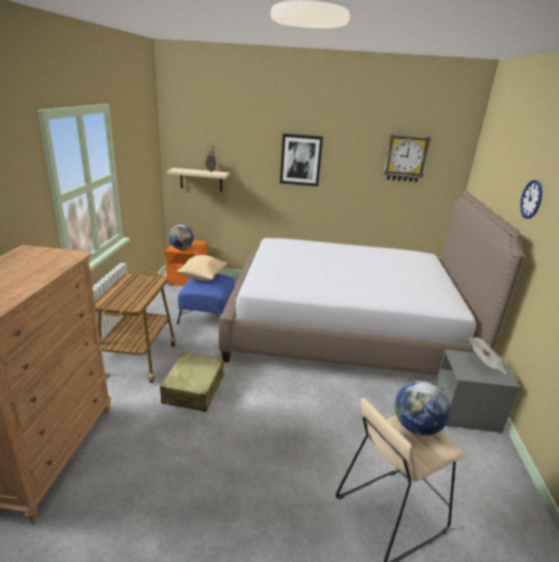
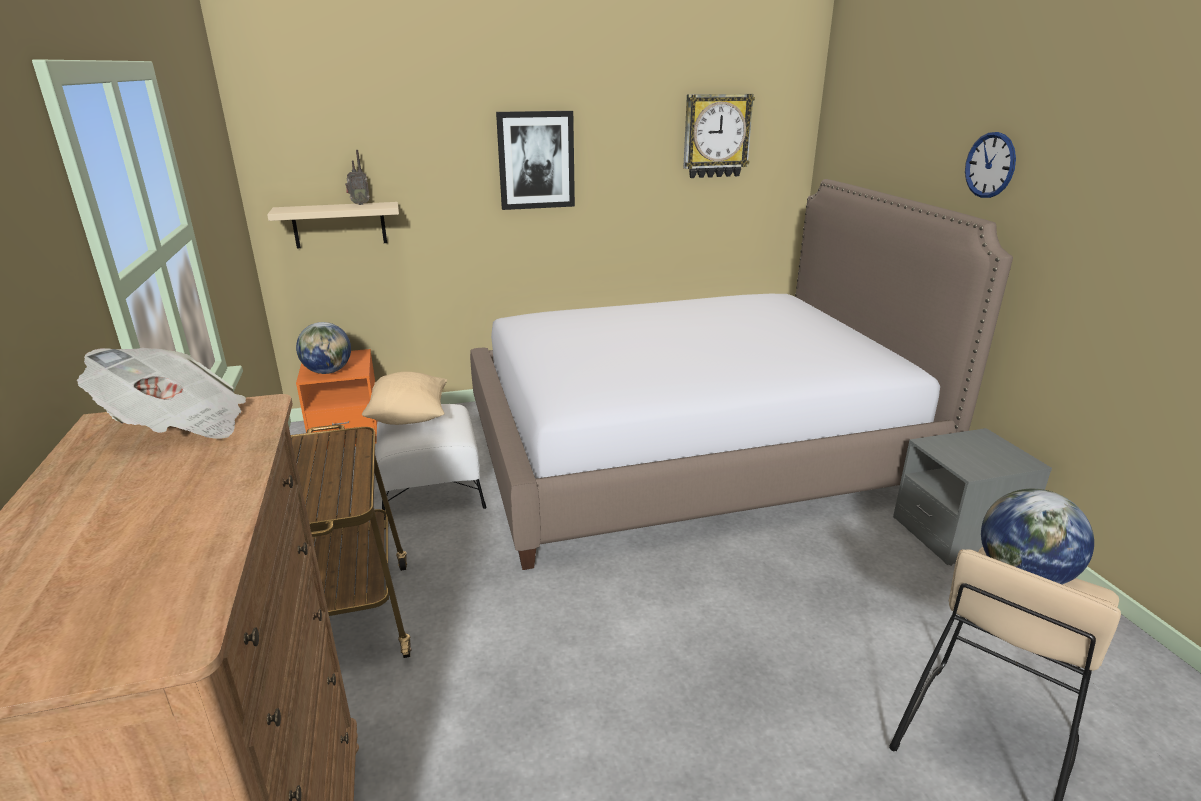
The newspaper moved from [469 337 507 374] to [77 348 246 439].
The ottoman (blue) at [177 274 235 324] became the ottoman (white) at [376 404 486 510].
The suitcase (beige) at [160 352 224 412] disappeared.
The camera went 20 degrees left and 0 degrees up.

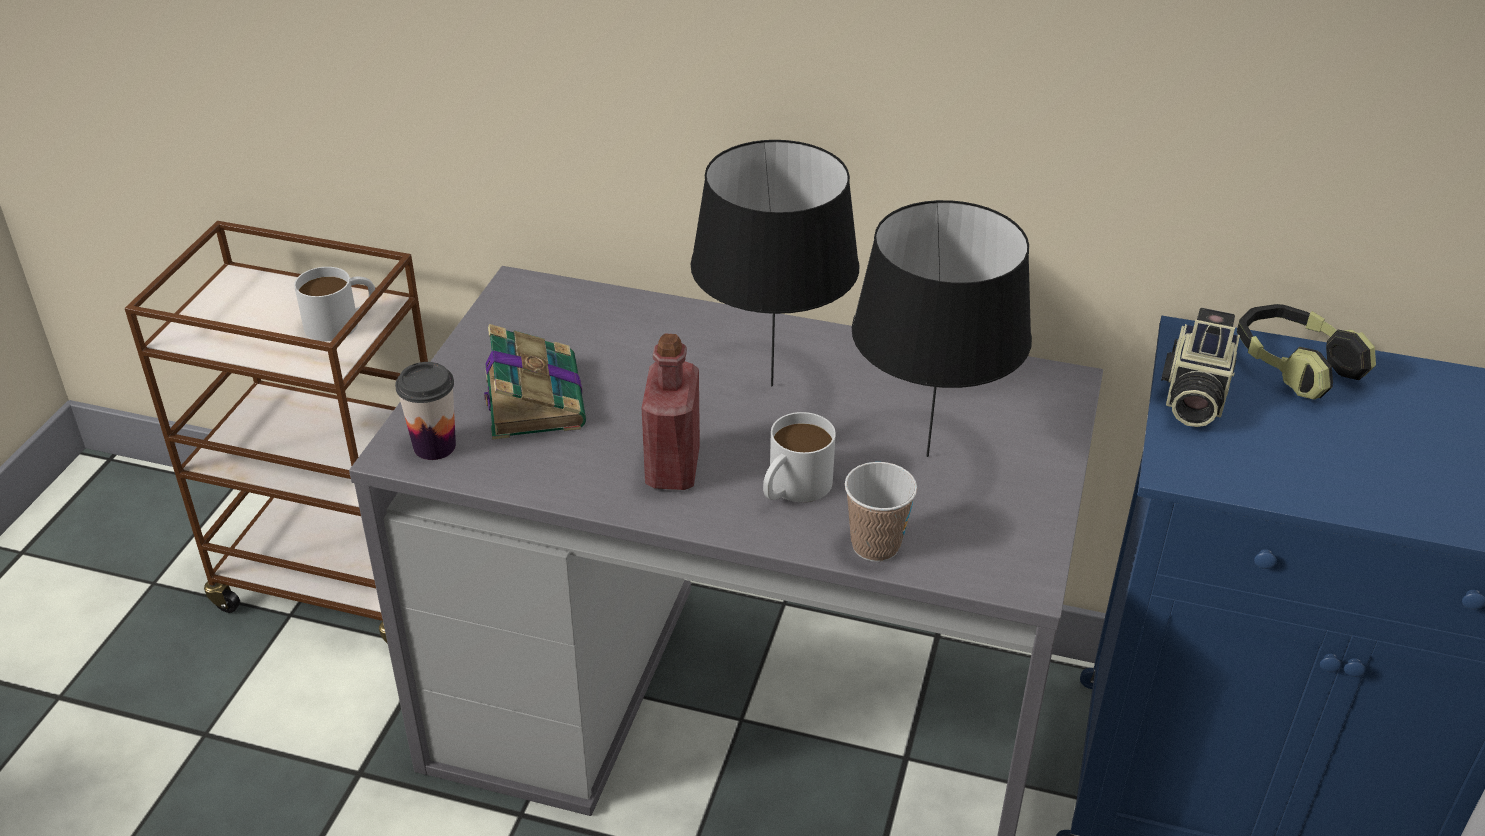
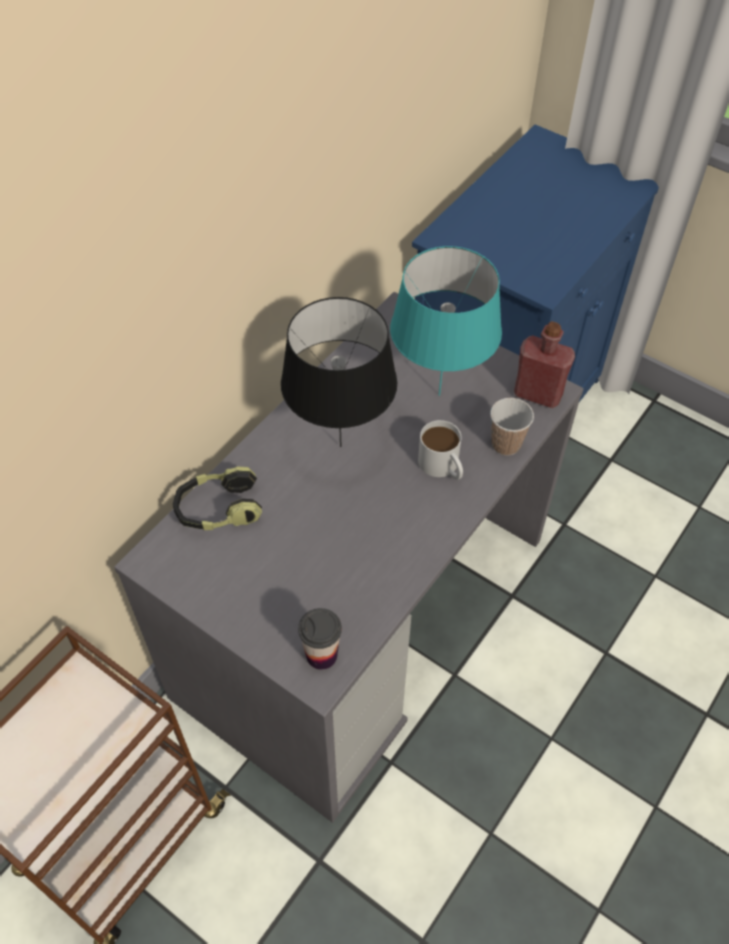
The headphones moved from [1237 304 1376 400] to [173 466 262 530].
The table lamp (black) at [852 200 1032 457] became the table lamp (turquoise) at [390 246 502 396].
The bottle (red) moved from [642 334 700 490] to [514 321 575 408].
The mug (white) at [294 267 375 341] disappeared.
The book at [484 324 586 440] disappeared.
The photo camera at [1161 308 1240 427] disappeared.
The camera went 70 degrees left and 15 degrees up.

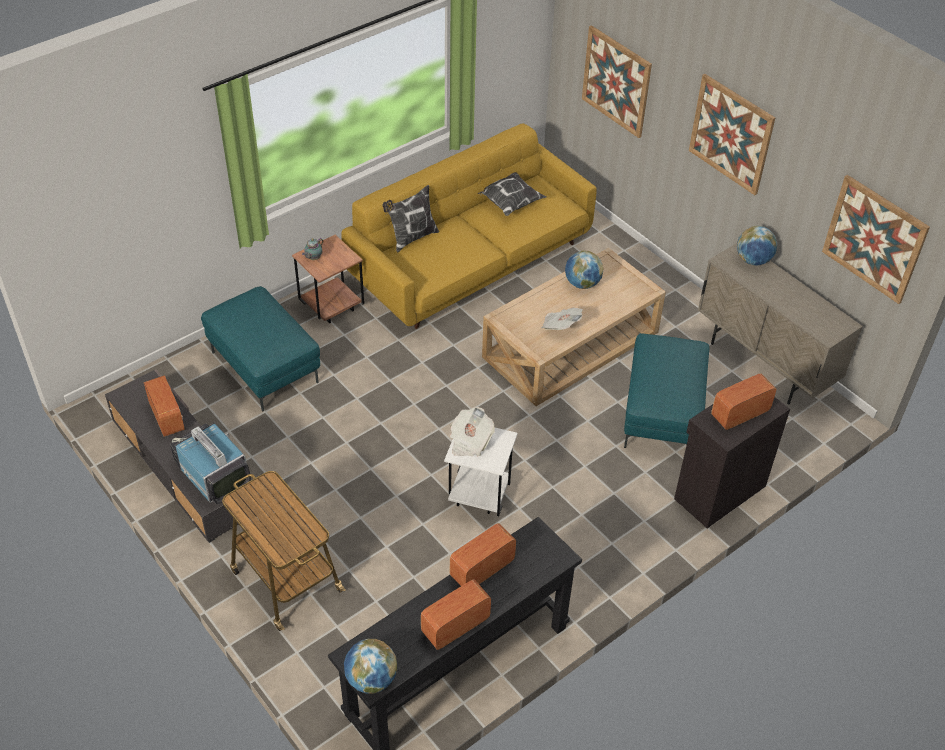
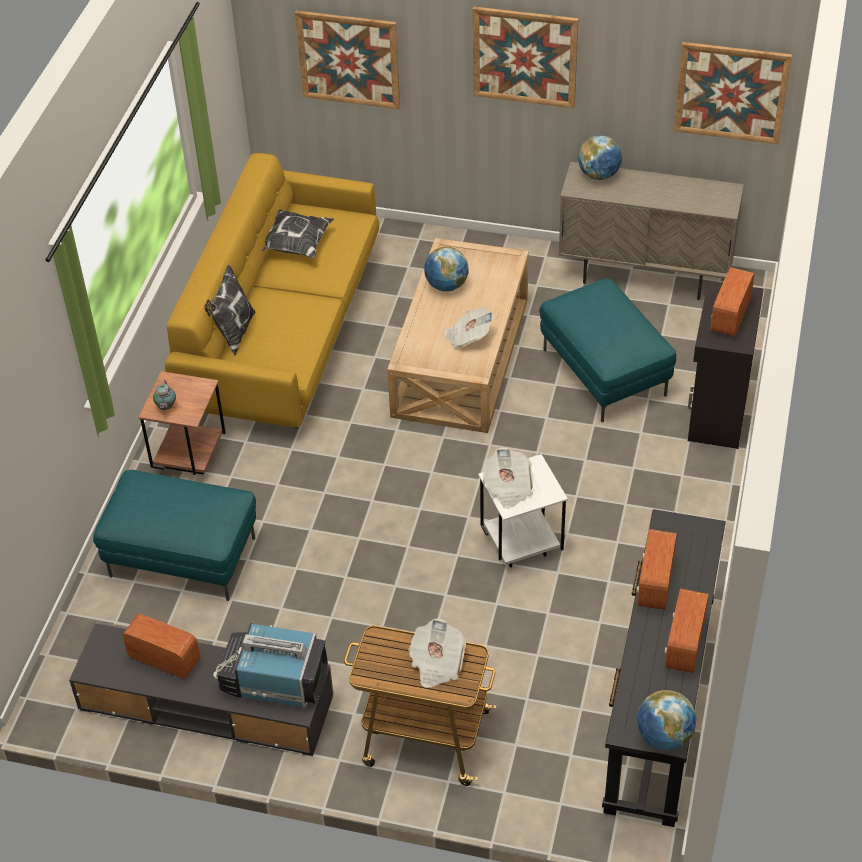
The newspaper at [408 618 466 688] appeared.
The camera went 35 degrees left and 0 degrees up.

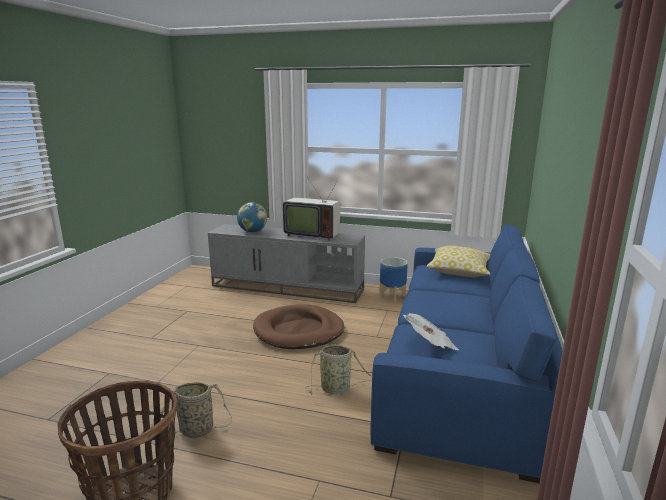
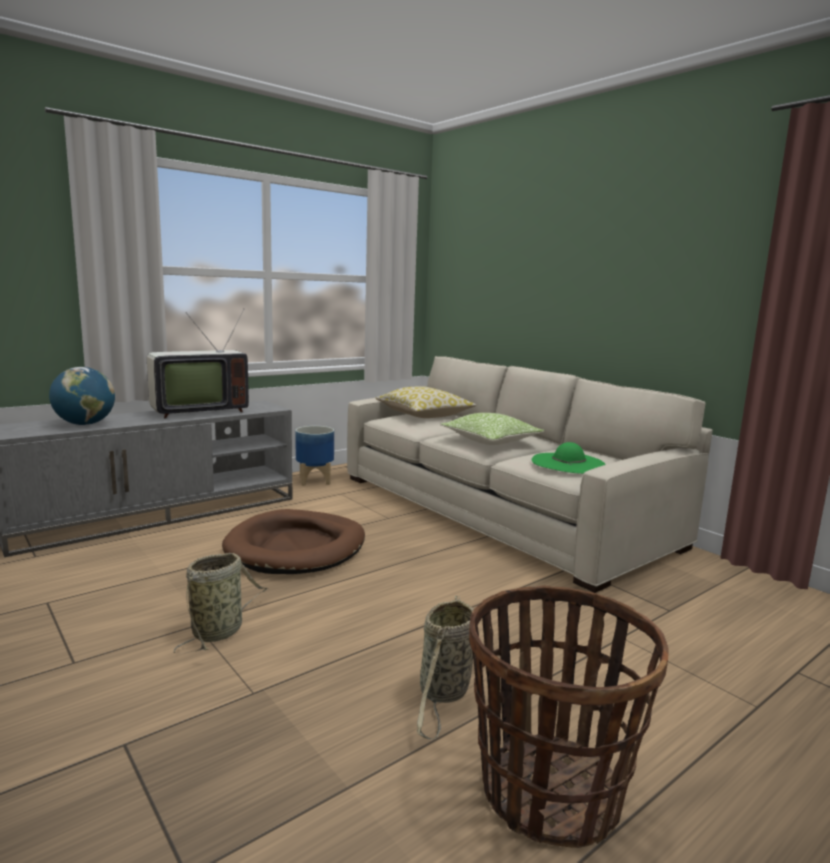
The basket moved from [305 344 371 395] to [174 553 268 654].
The sofa (blue) at [370 224 563 483] became the sofa (beige) at [347 356 713 593].
The pillow at [440 413 544 445] appeared.
The newspaper at [403 313 459 350] was replaced by the hat (green) at [532 442 606 474].
The camera went 55 degrees left and 5 degrees down.

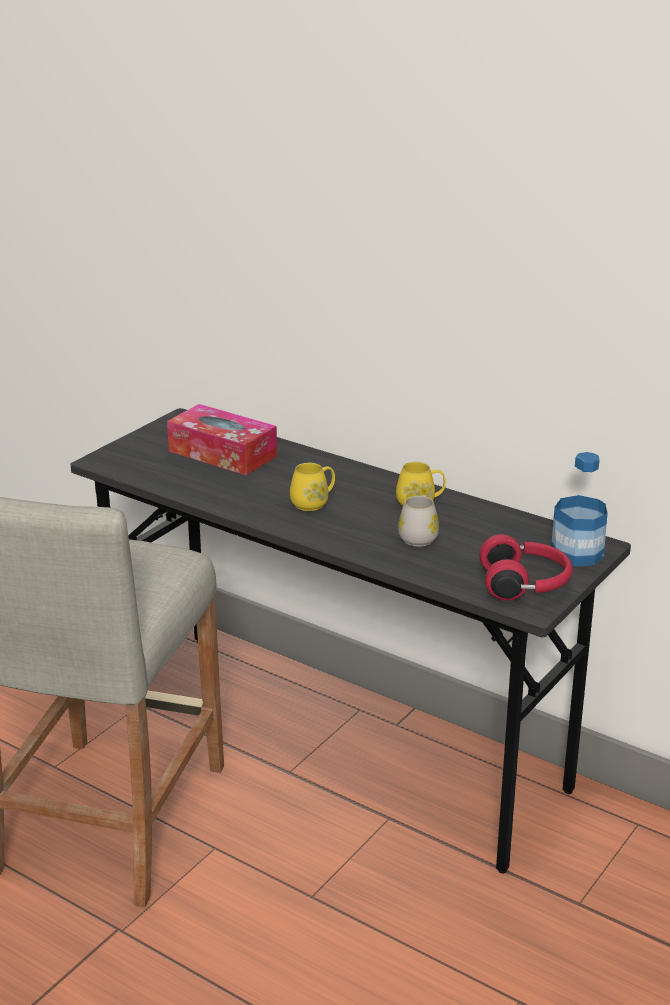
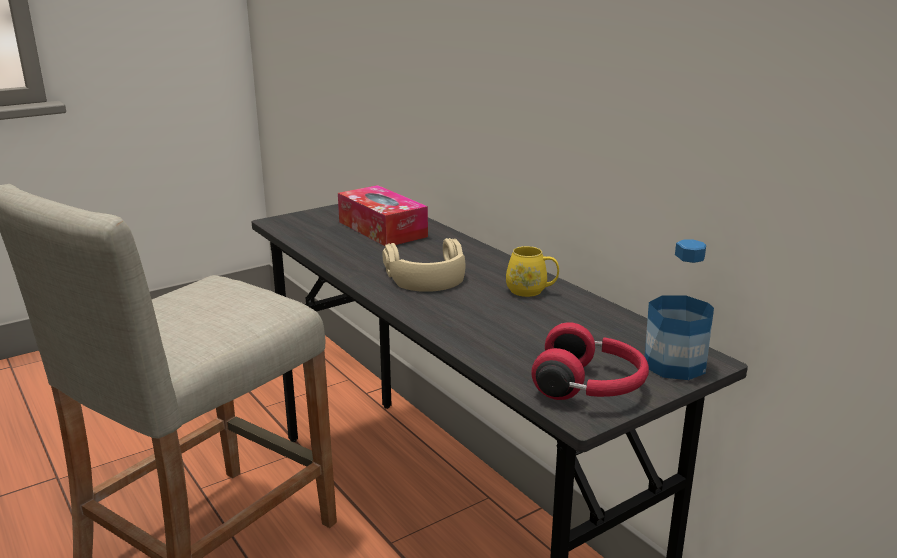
The mug (yellow) at [290 463 335 511] was replaced by the headphones (beige) at [382 238 465 292].
The mug (white) at [398 495 439 547] disappeared.
The camera went 20 degrees right and 5 degrees down.

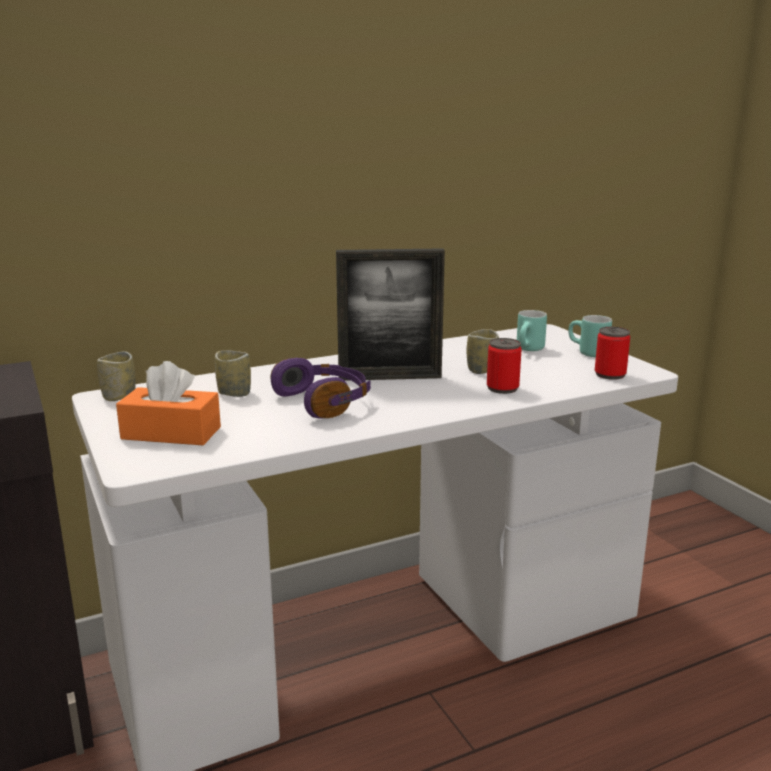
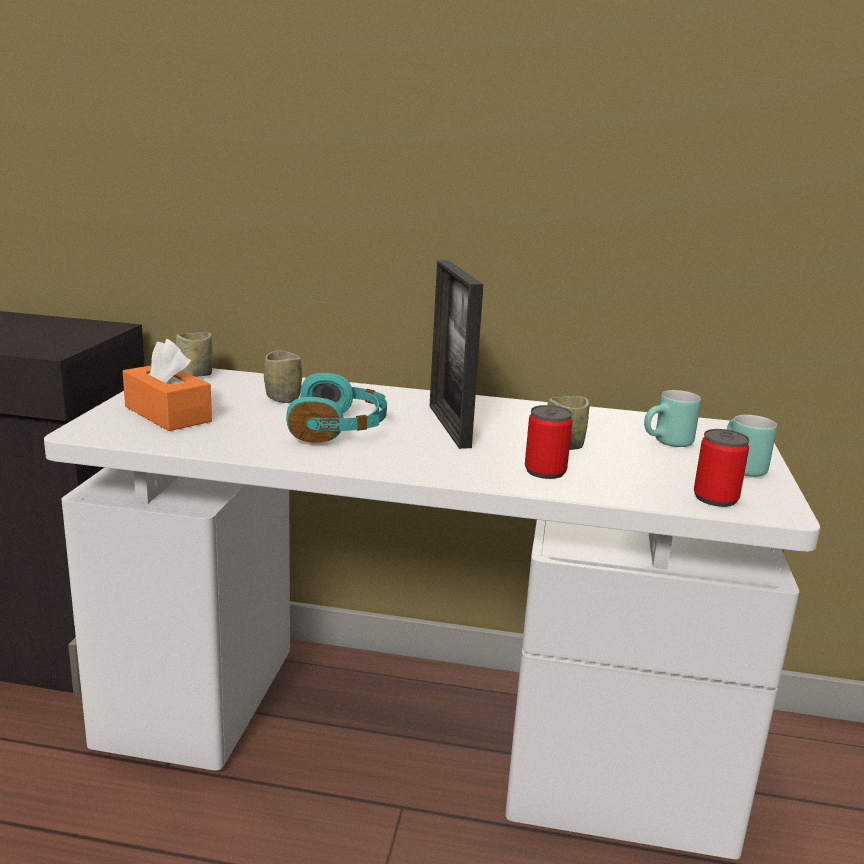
The headphones (purple) at [270 358 371 418] became the headphones (turquoise) at [286 373 387 443].
The picture frame at [336 248 445 381] turned 45 degrees clockwise.
The camera went 35 degrees right and 0 degrees up.

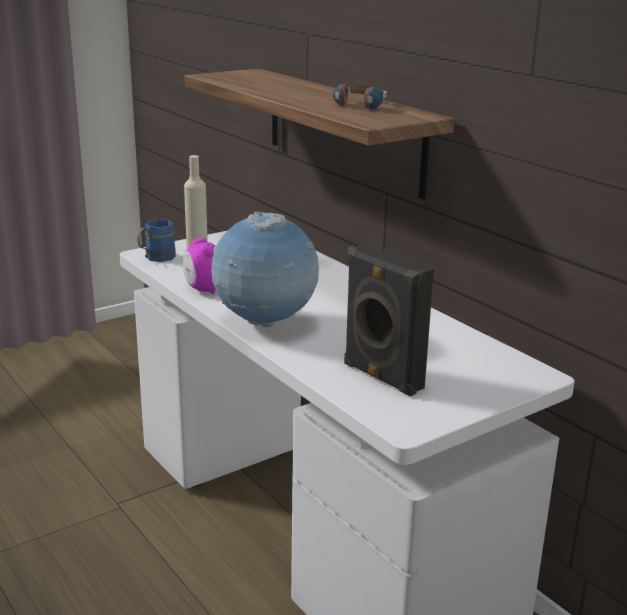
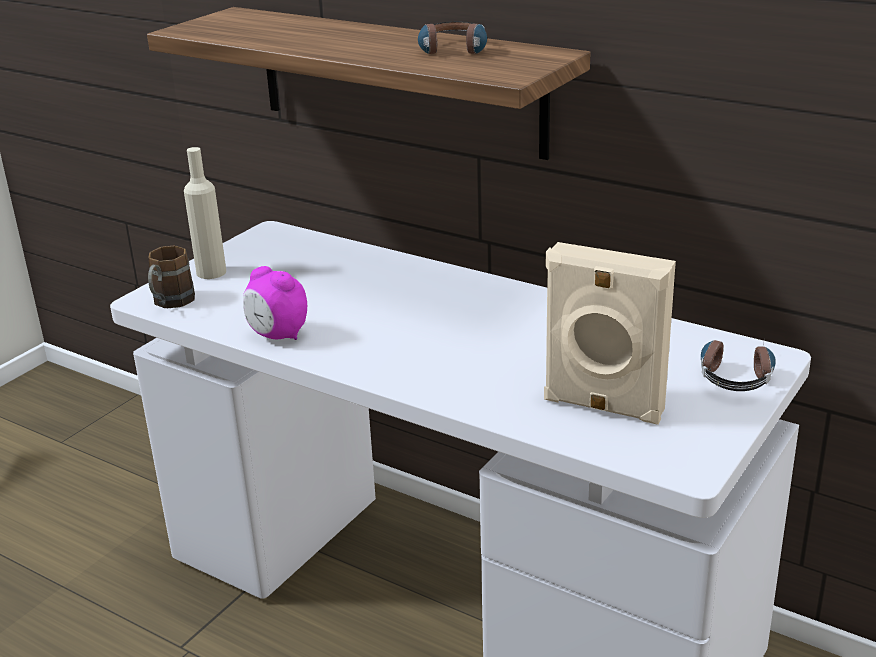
The mug (blue) at [137 219 176 262] became the mug (brown) at [148 245 195 309].
The speaker (black) at [344 244 434 397] became the speaker (beige) at [544 242 676 425].
The headphones at [701 340 776 391] appeared.
The globe at [211 211 319 327] disappeared.
The camera went 20 degrees left and 5 degrees up.

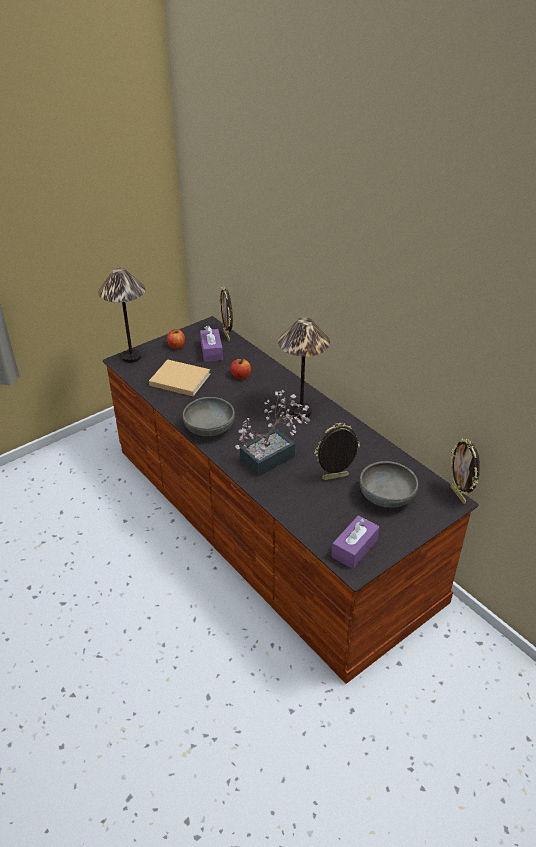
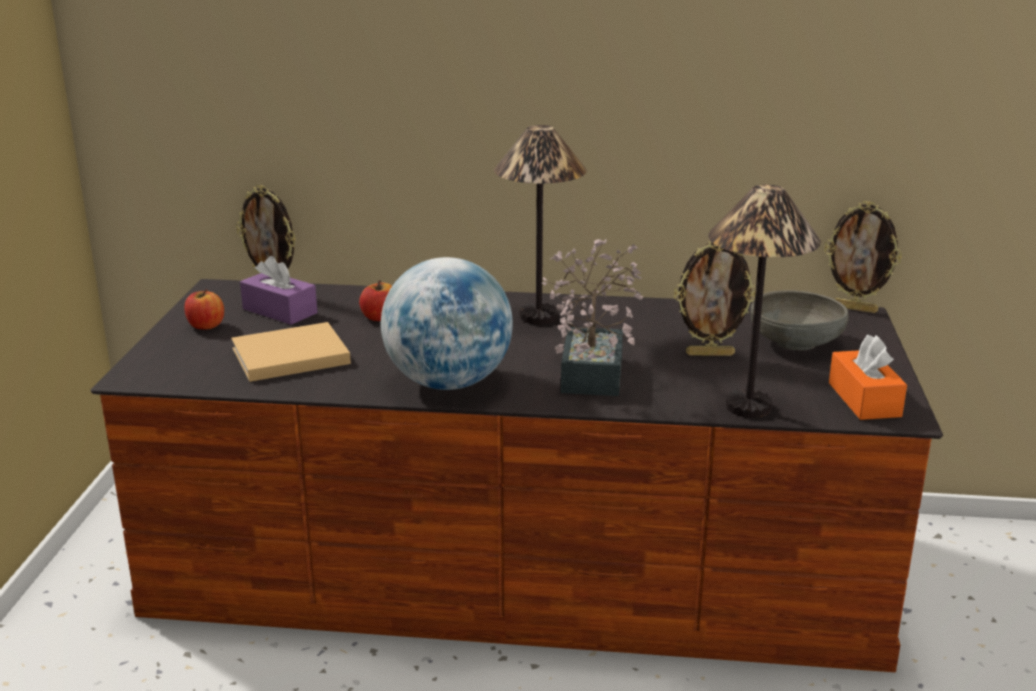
The bowl (grey) at [183 397 235 436] was replaced by the globe at [381 257 513 390].
The picture frame at [314 423 360 480] turned 120 degrees counterclockwise.
The table lamp moved from [98 268 146 363] to [708 185 821 418].
The tissue box (purple) at [331 515 380 569] became the tissue box (orange) at [829 335 907 420].
The camera went 45 degrees left and 15 degrees down.

